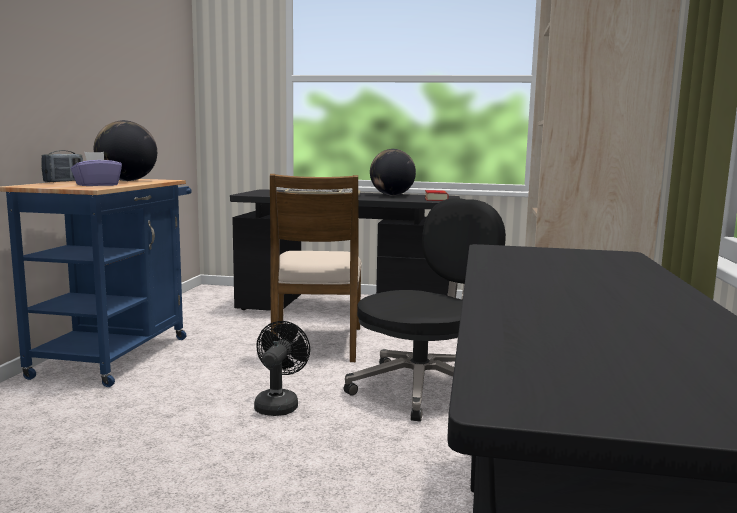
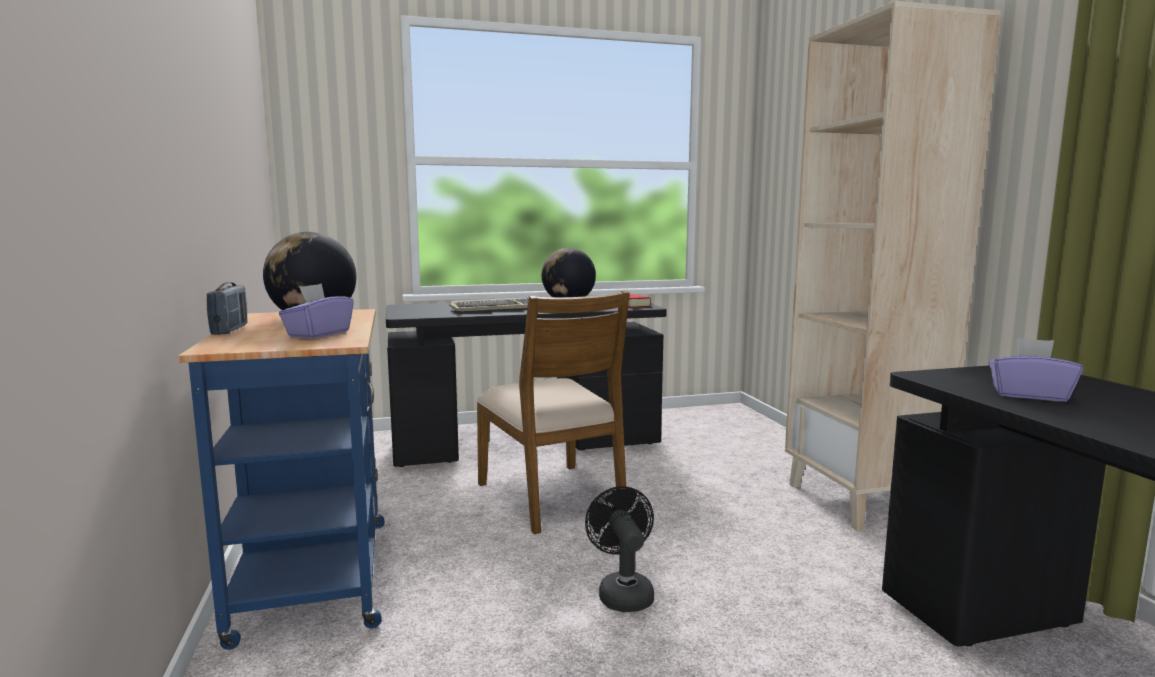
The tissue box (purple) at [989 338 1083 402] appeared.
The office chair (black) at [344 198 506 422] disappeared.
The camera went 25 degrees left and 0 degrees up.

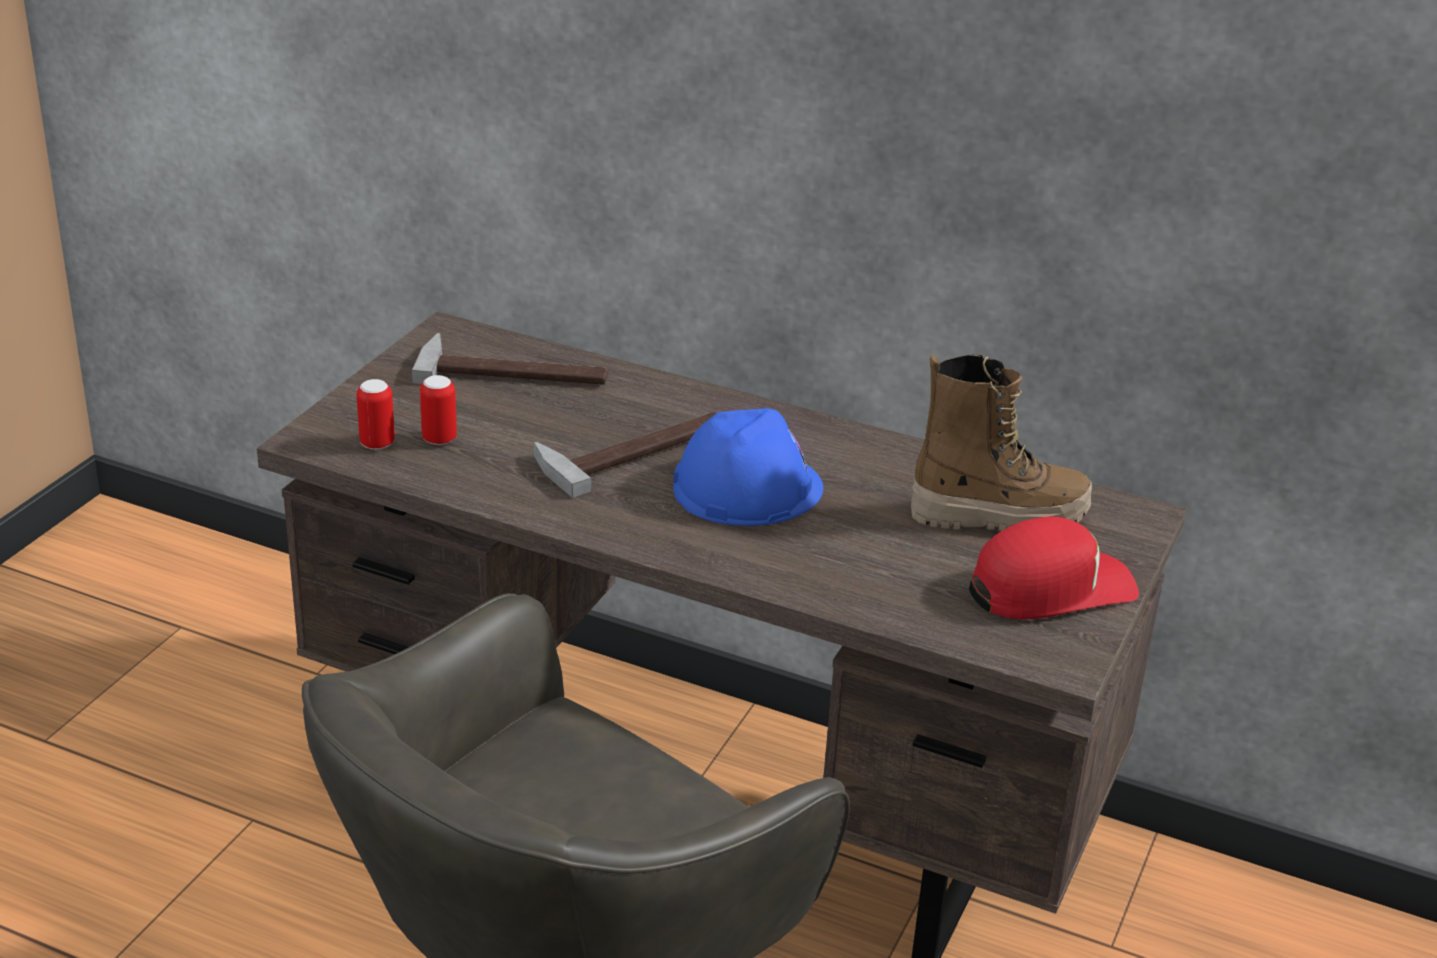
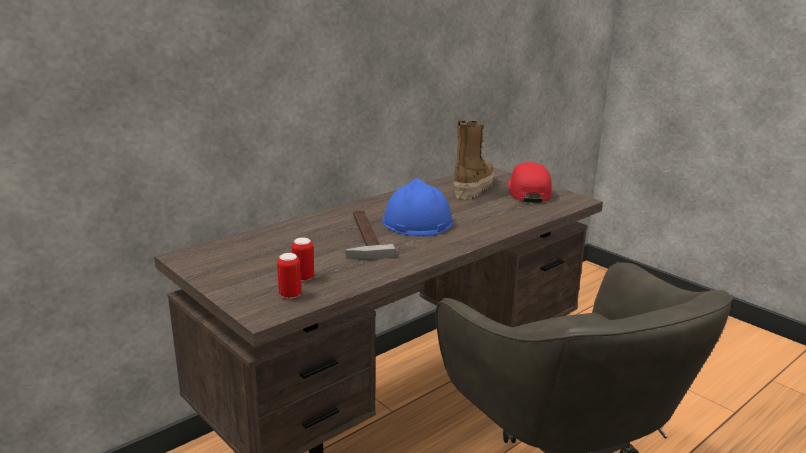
The hammer at [412 333 608 385] disappeared.
The camera went 65 degrees left and 10 degrees down.

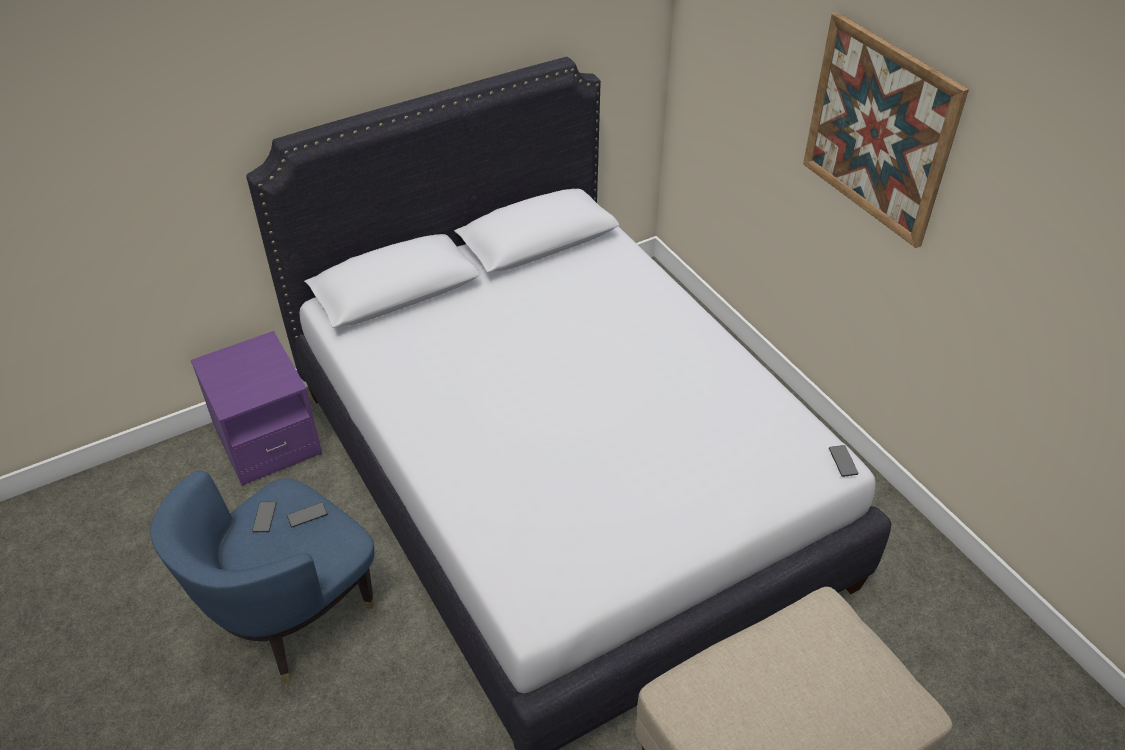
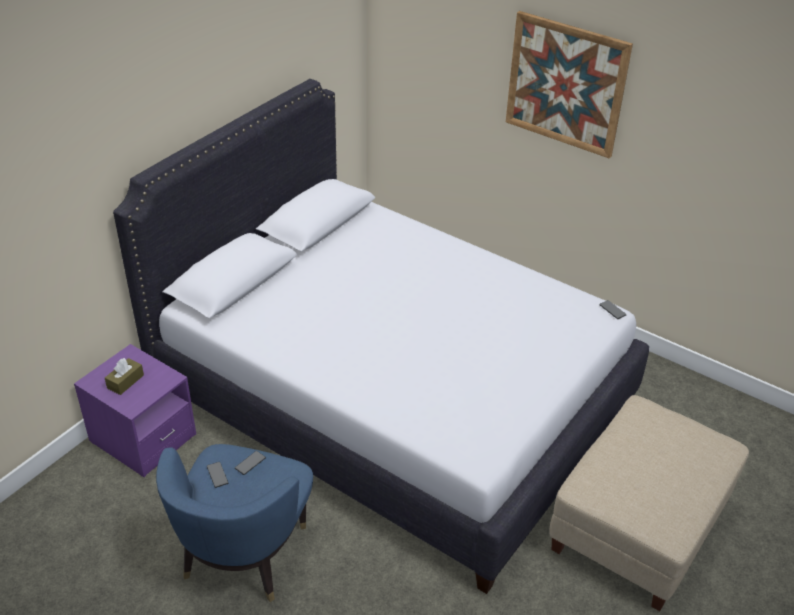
The tissue box (brown) at [105 358 144 395] appeared.
The camera went 25 degrees left and 5 degrees down.

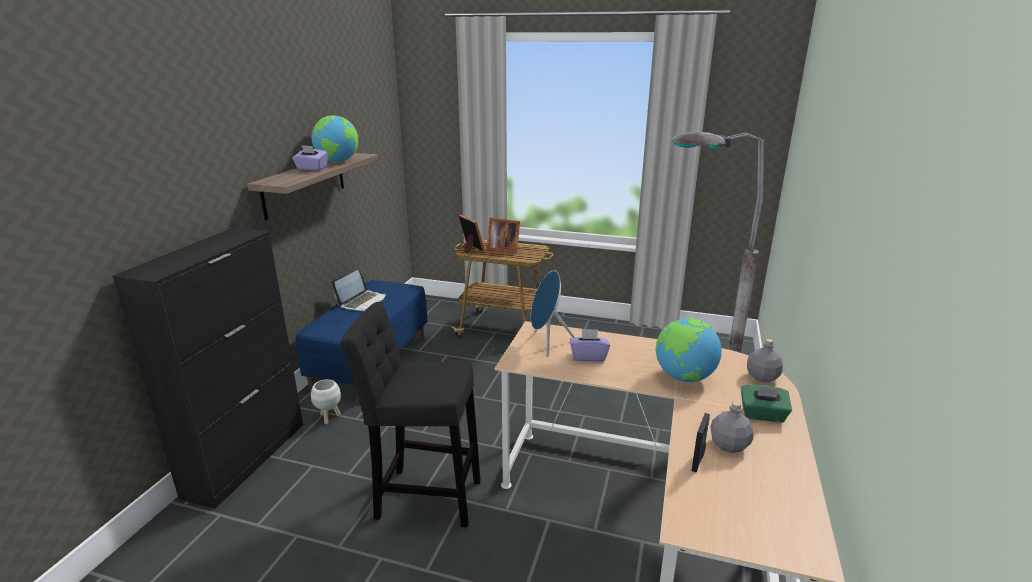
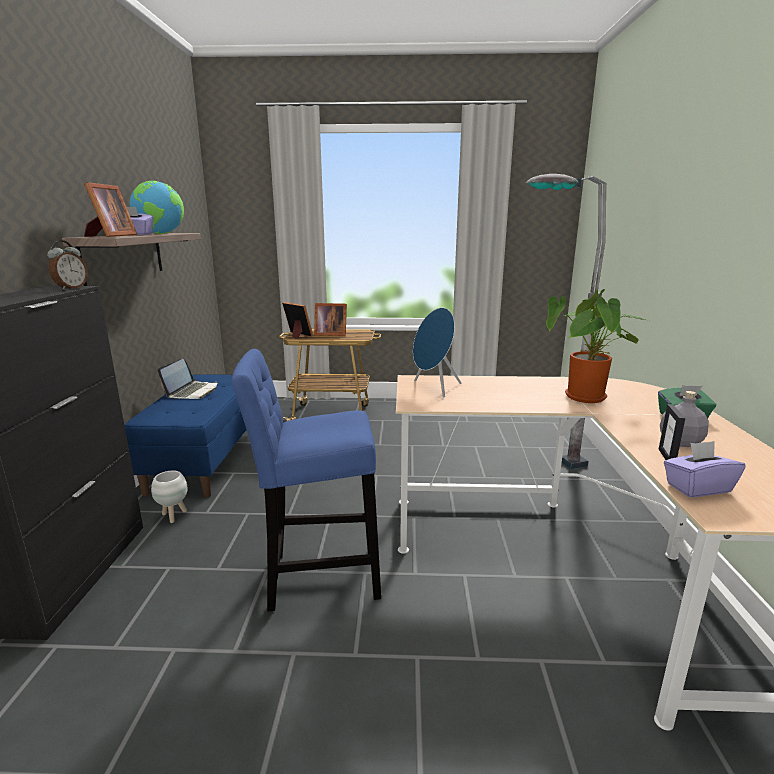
The alarm clock at [47 240 88 290] appeared.
The picture frame at [84 182 137 237] appeared.
The stool (black) at [340 302 481 528] became the stool (blue) at [232 349 381 611].
The globe at [656 318 722 382] was replaced by the potted plant at [546 289 649 403].
The tissue box (purple) moved from [570 329 610 362] to [664 441 746 497].
The bottle (grey) at [747 339 783 382] disappeared.
The camera went 15 degrees left and 5 degrees down.

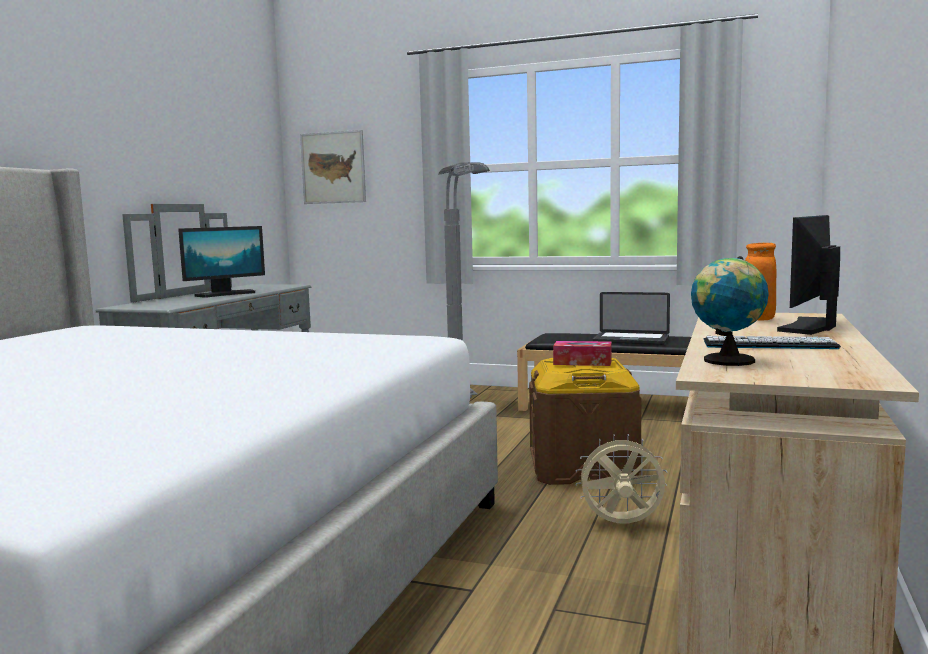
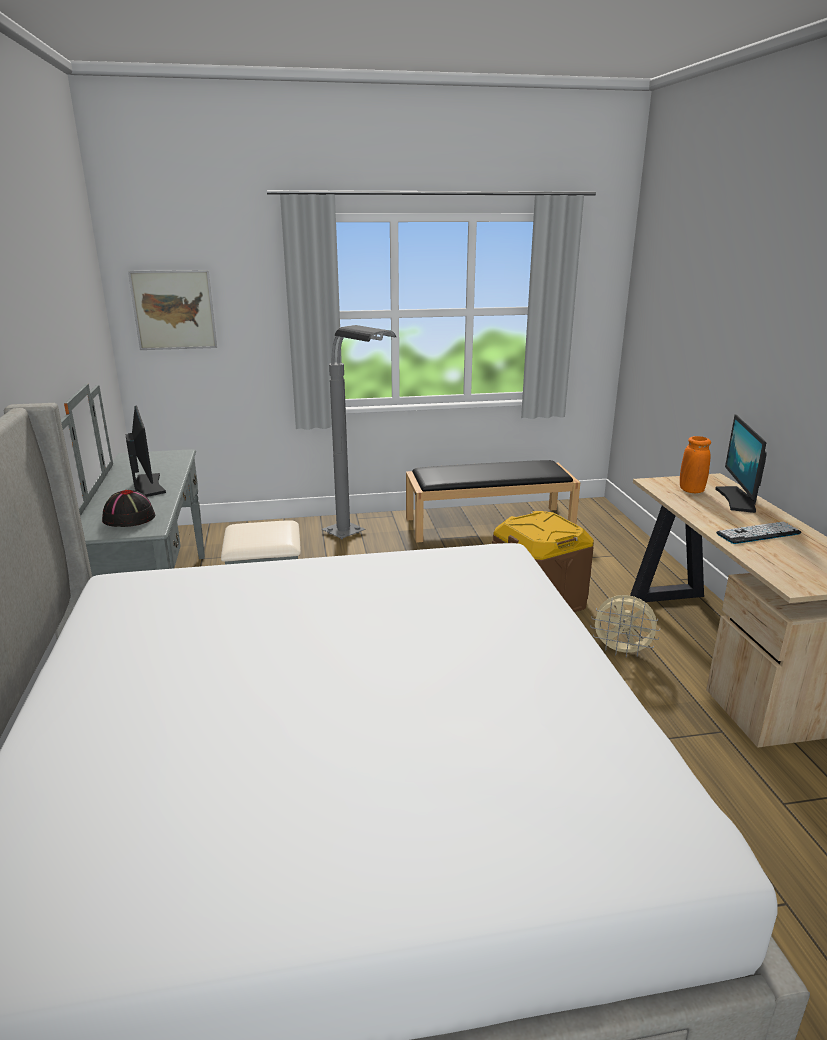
The hat (black) at [102 490 155 527] appeared.
The monitor at [178 226 265 298] turned 45 degrees counterclockwise.
The fan (beige) at [576 434 667 523] turned 135 degrees counterclockwise.
The tissue box at [553 341 612 366] disappeared.
The laptop at [593 292 670 345] disappeared.
The globe at [691 256 769 366] disappeared.
The camera went 30 degrees left and 15 degrees up.

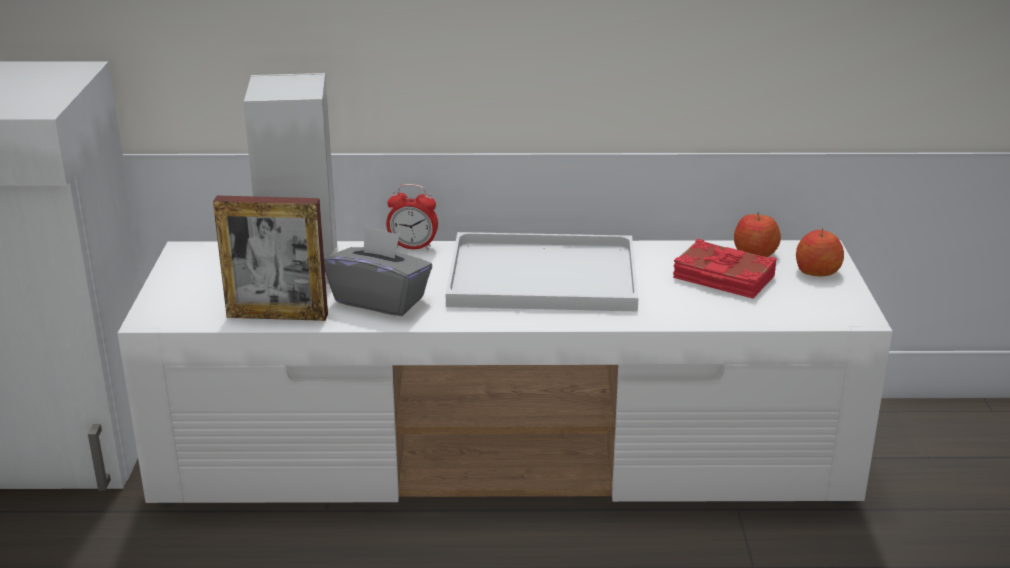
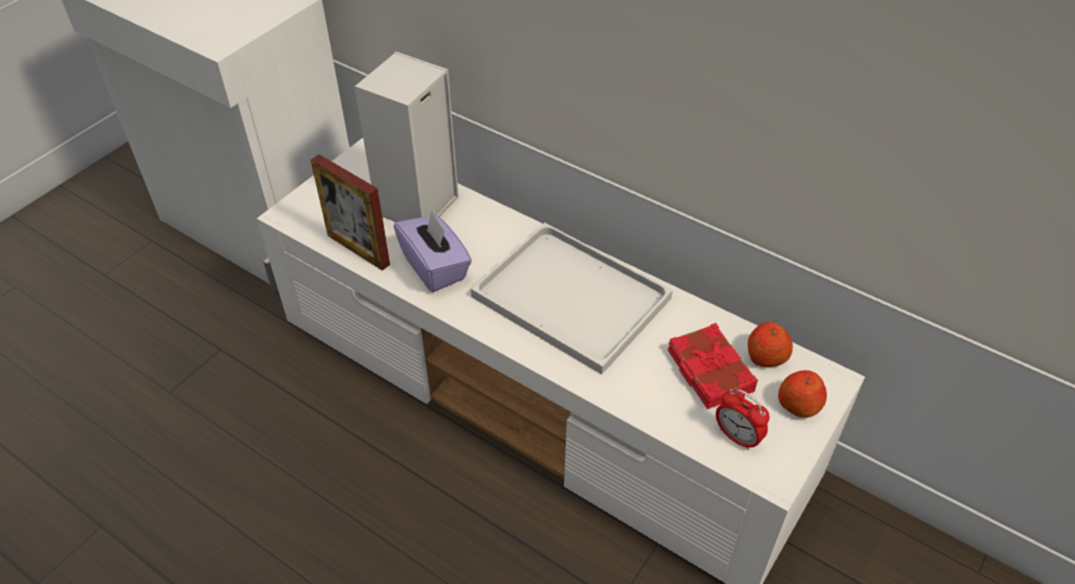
The tissue box (grey) at [324 226 432 316] became the tissue box (purple) at [394 211 472 292].
The alarm clock moved from [386 184 438 250] to [716 389 770 450].
The camera went 35 degrees right and 20 degrees up.

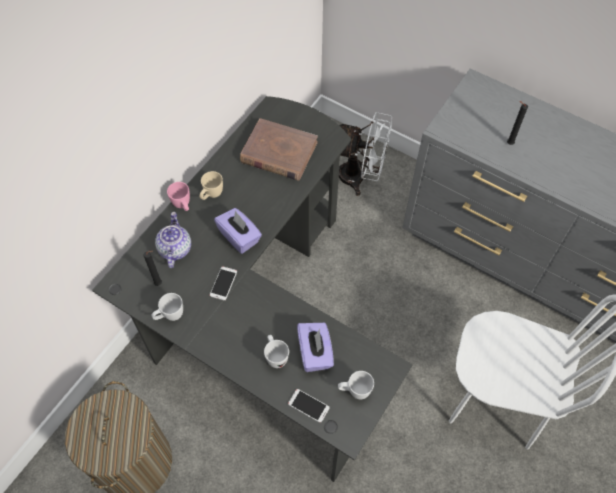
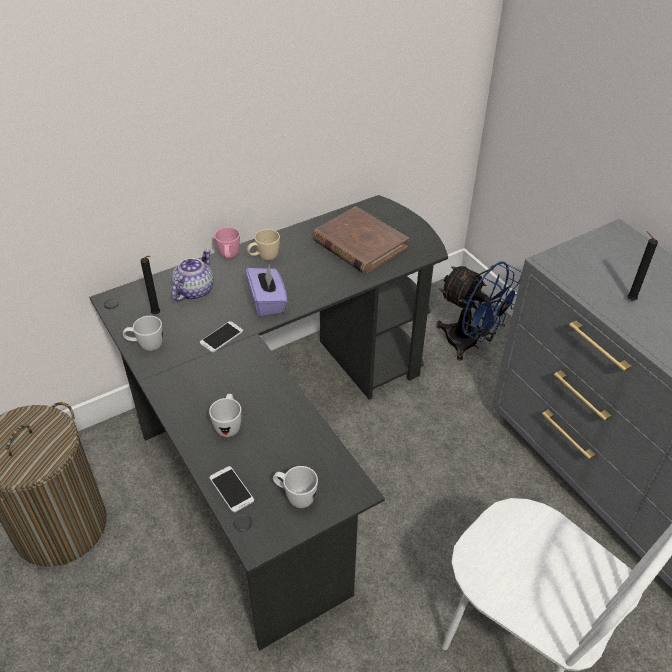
The fan (white) at [339 112 392 196] became the fan (blue) at [436 261 522 361].
The tissue box (purple) at [297 323 334 372] disappeared.
The camera went 25 degrees right and 15 degrees down.

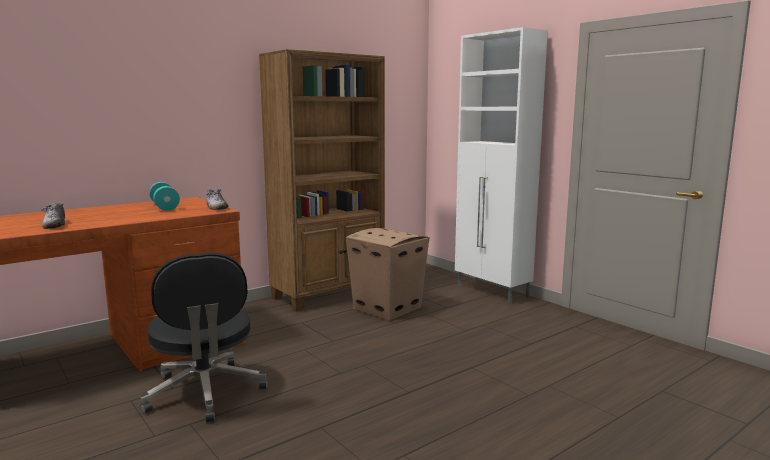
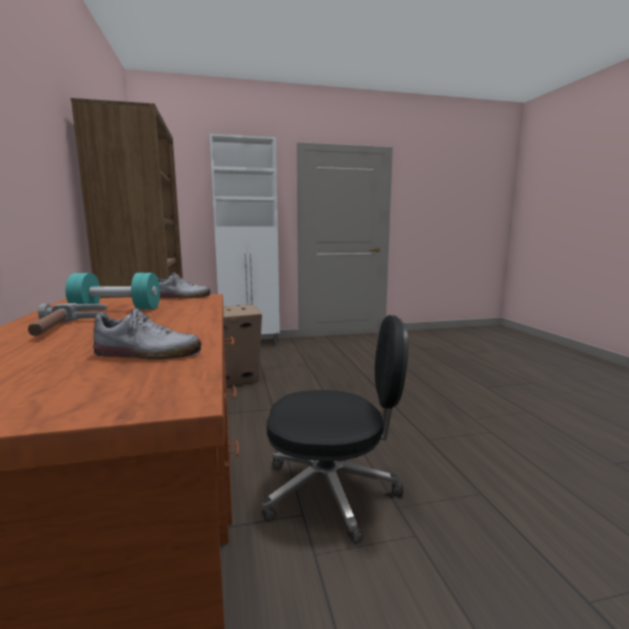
The hammer at [28 303 108 336] appeared.
The camera went 65 degrees left and 0 degrees up.

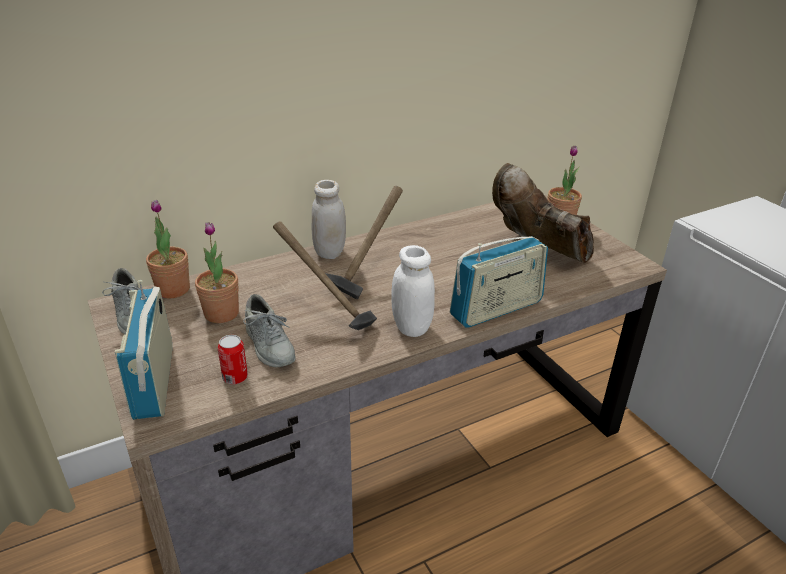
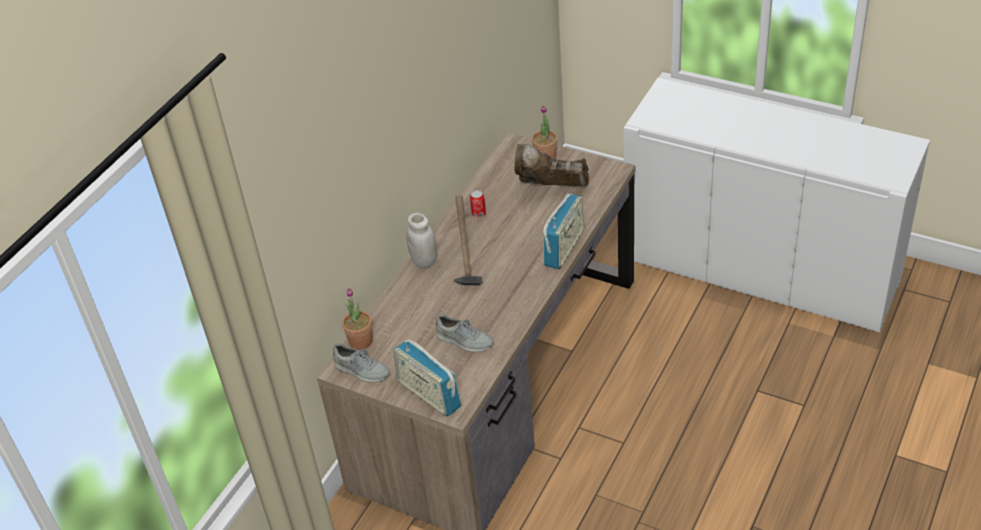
The can moved from [218 335 248 384] to [470 190 486 218].
The potted plant at [195 222 239 323] disappeared.
The hammer at [273 221 377 330] disappeared.
The jar (white) at [391 245 435 337] disappeared.
The camera went 30 degrees left and 10 degrees up.

